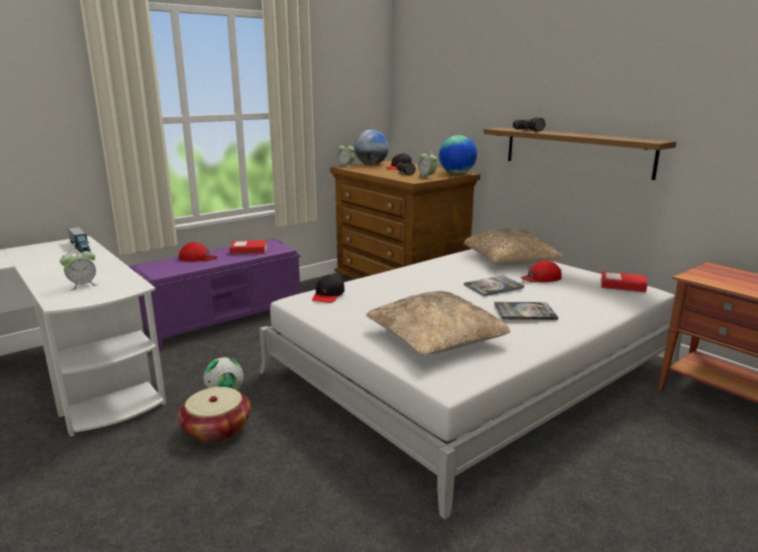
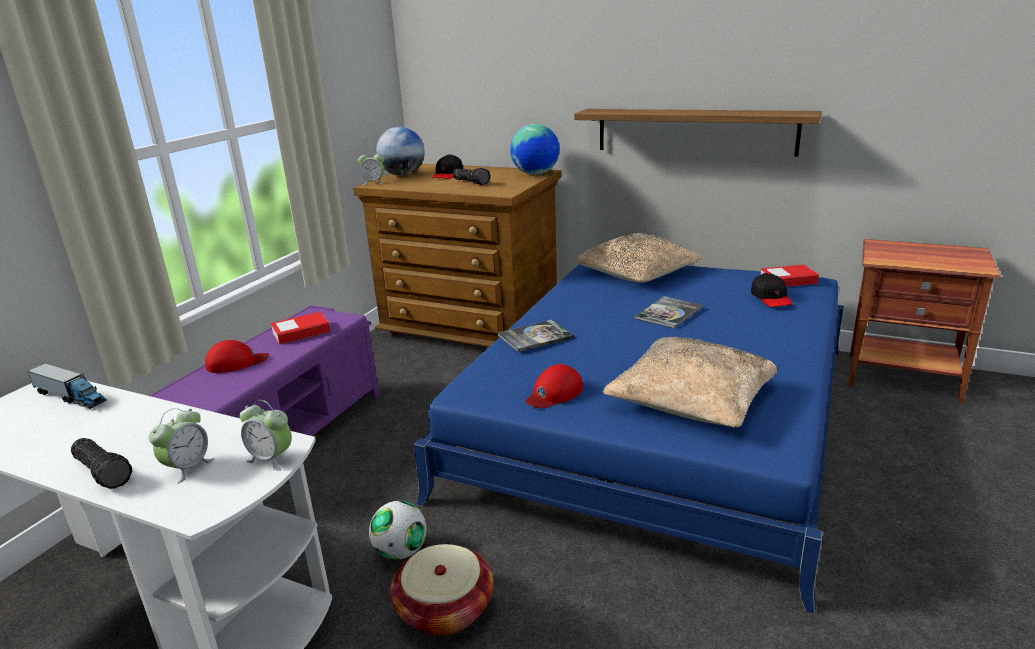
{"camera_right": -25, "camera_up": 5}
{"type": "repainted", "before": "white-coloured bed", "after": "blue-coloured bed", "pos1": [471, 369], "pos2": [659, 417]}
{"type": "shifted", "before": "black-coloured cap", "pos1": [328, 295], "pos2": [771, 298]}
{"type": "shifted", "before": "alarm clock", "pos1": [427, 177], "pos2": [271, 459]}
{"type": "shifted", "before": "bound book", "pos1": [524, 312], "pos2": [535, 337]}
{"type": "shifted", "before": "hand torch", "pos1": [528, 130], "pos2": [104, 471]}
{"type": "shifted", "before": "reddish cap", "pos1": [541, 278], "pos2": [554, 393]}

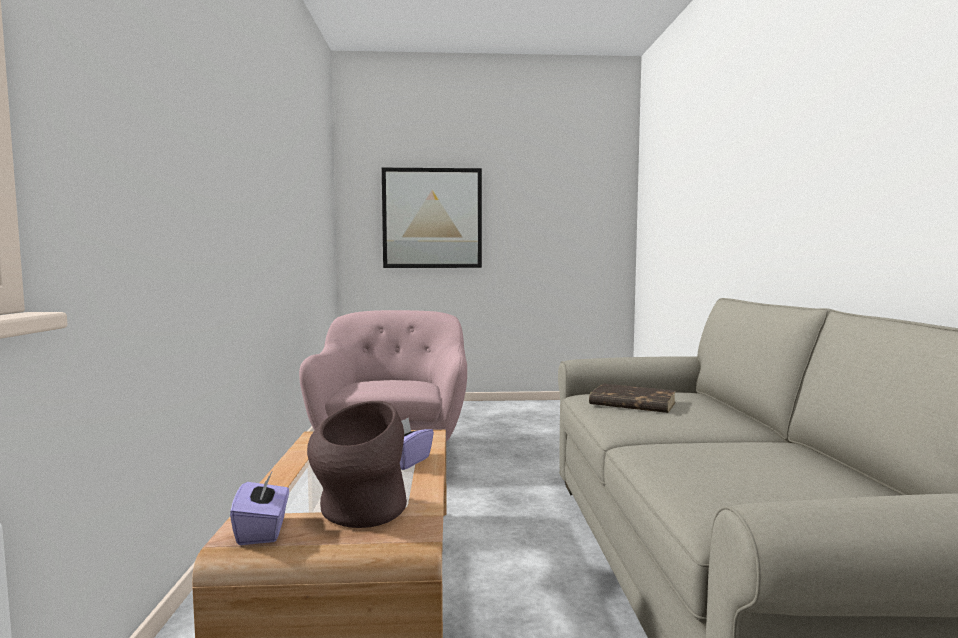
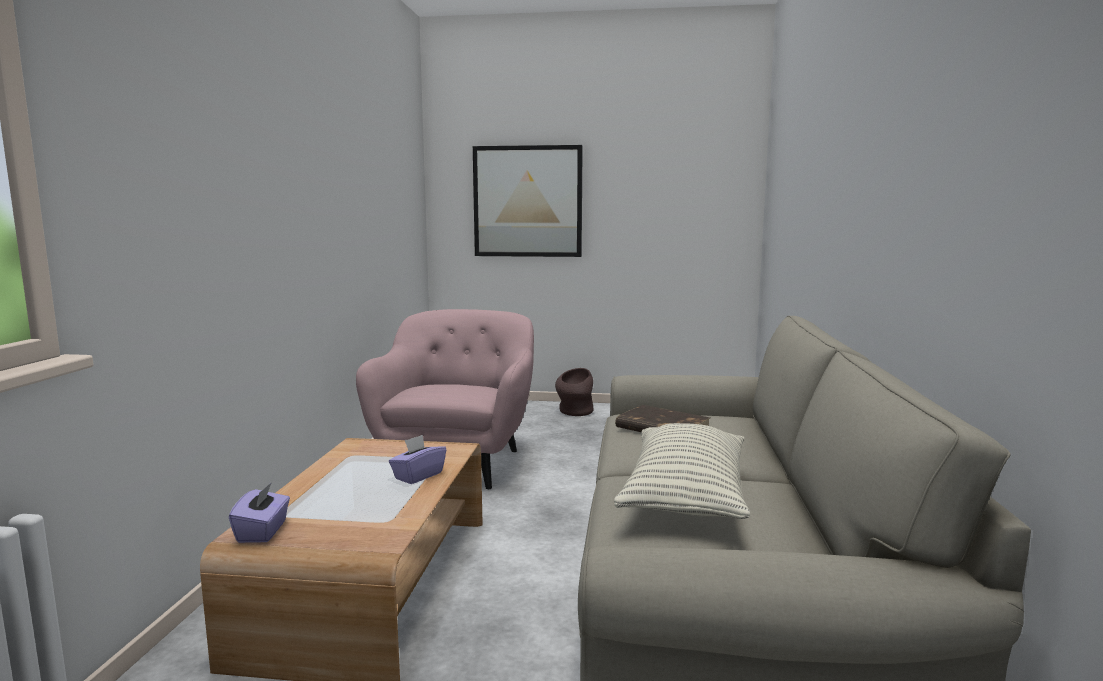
{"camera_right": 10, "camera_up": 5}
{"type": "shifted", "before": "brownish vase", "pos1": [359, 514], "pos2": [574, 412]}
{"type": "new", "after": "cushion", "pos2": [685, 496]}

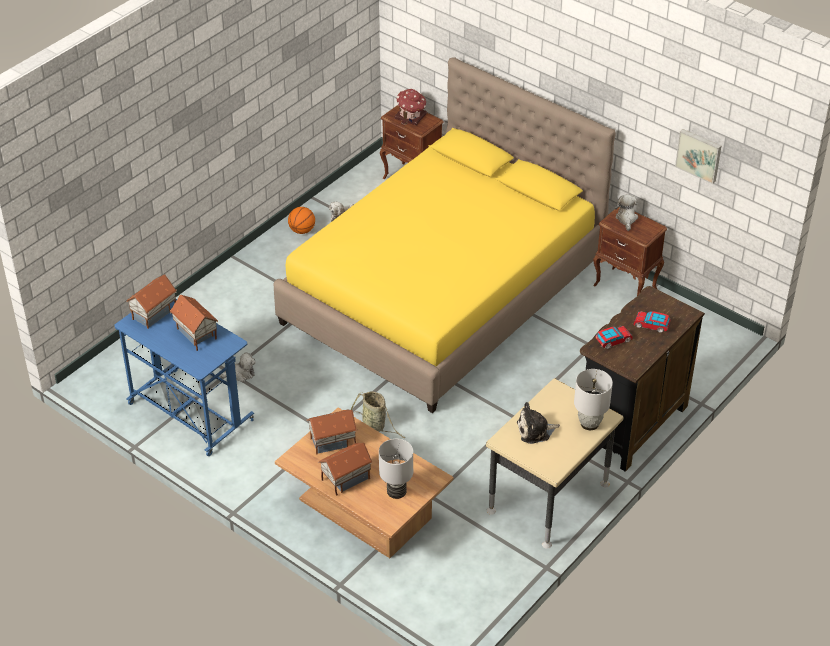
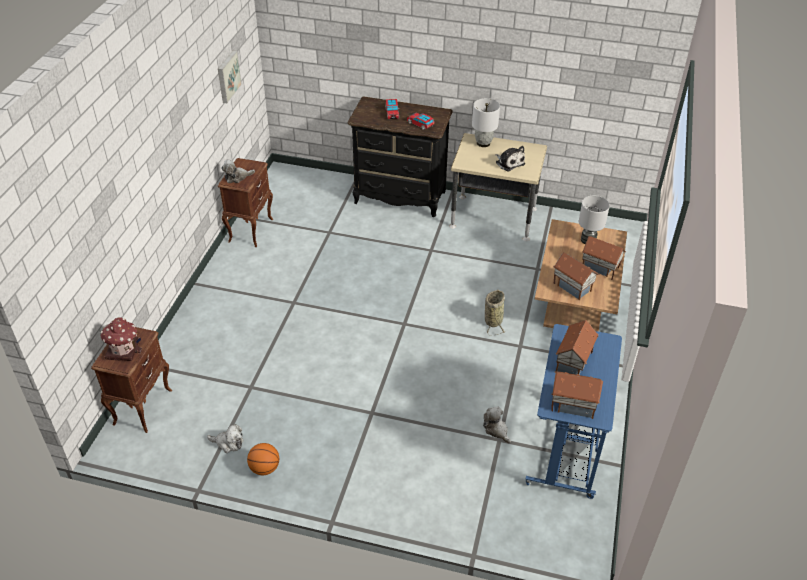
{"camera_right": -115, "camera_up": 0}
{"type": "gone", "before": "yellow bed", "pos1": [444, 292]}

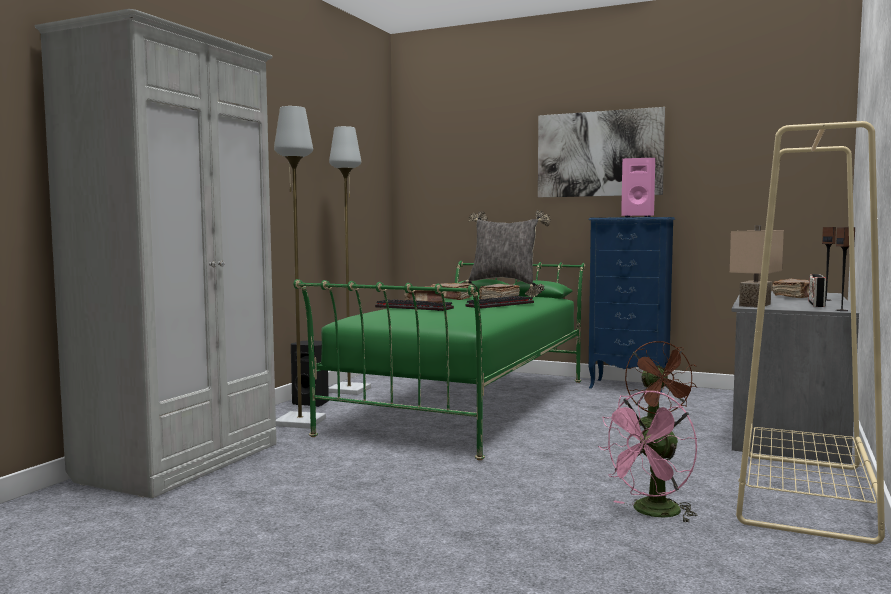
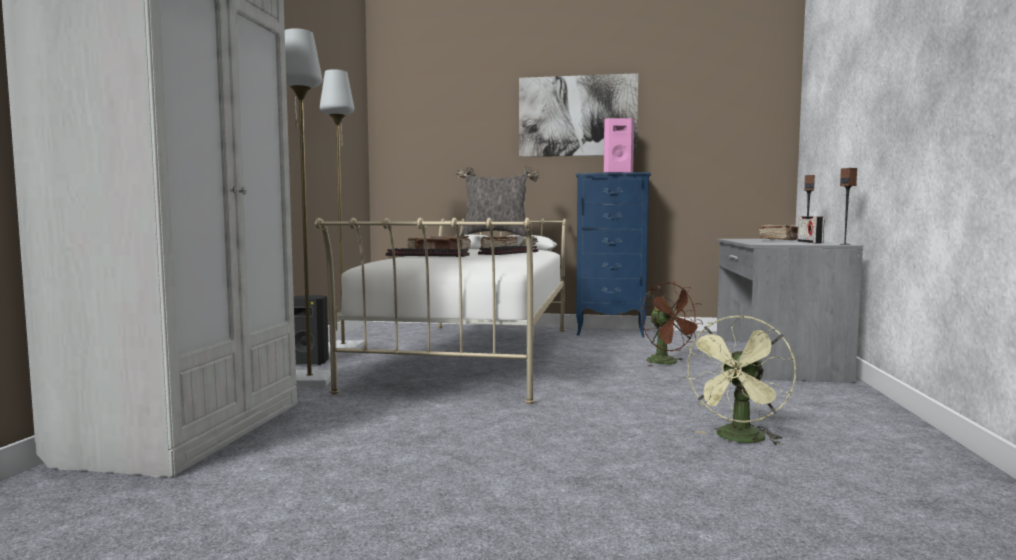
{"camera_right": -15, "camera_up": 0}
{"type": "repainted", "before": "green-coloured bed", "after": "white-coloured bed", "pos1": [464, 405], "pos2": [472, 355]}
{"type": "repainted", "before": "pink electric fan", "after": "green-coloured electric fan", "pos1": [651, 513], "pos2": [739, 439]}
{"type": "gone", "before": "sand-coloured lamp for a table", "pos1": [753, 305]}
{"type": "gone", "before": "sand-coloured garment rack", "pos1": [804, 494]}

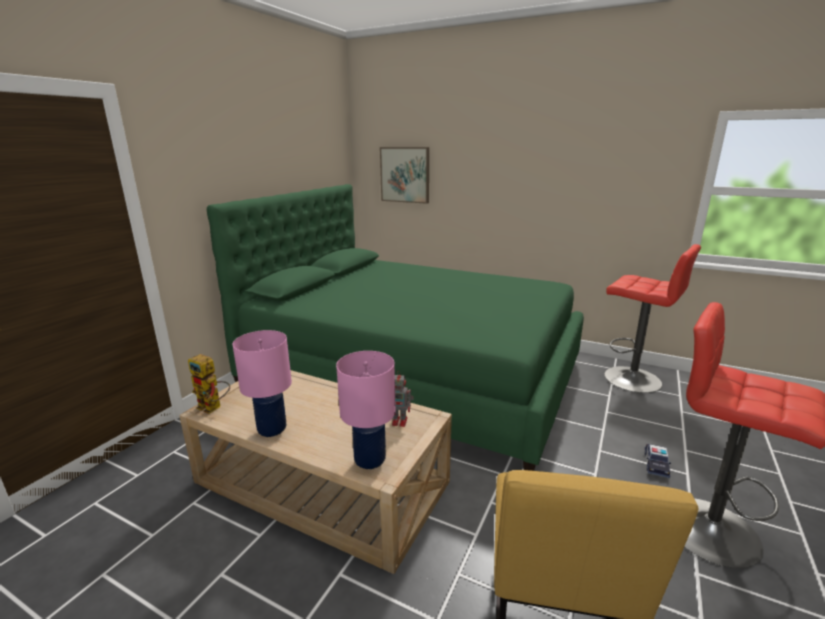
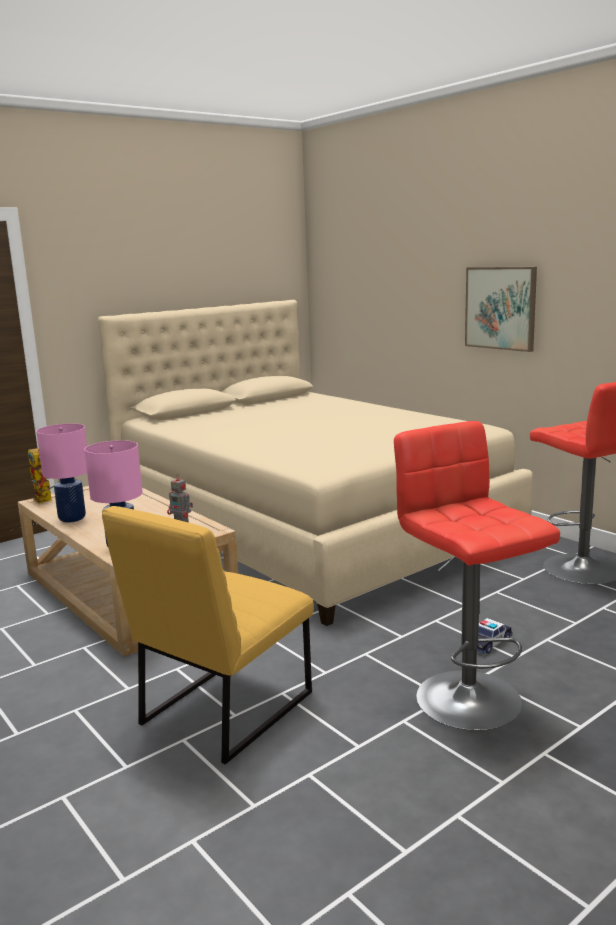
{"camera_right": 25, "camera_up": -5}
{"type": "repainted", "before": "green-coloured bed", "after": "sand-coloured bed", "pos1": [413, 373], "pos2": [307, 526]}
{"type": "shifted", "before": "wall art", "pos1": [405, 175], "pos2": [500, 308]}

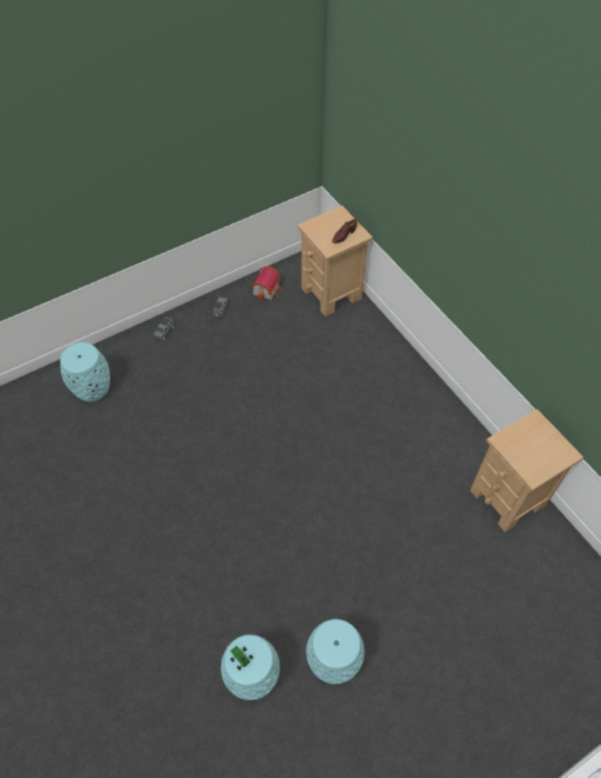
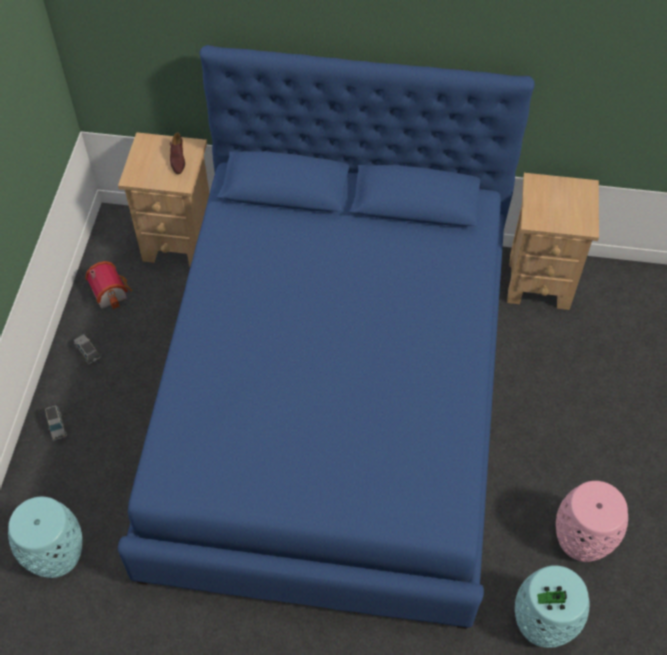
{"camera_right": -50, "camera_up": 0}
{"type": "repainted", "before": "blue-green sitting stool", "after": "pink sitting stool", "pos1": [333, 661], "pos2": [582, 538]}
{"type": "new", "after": "blue-coloured bed", "pos2": [334, 400]}

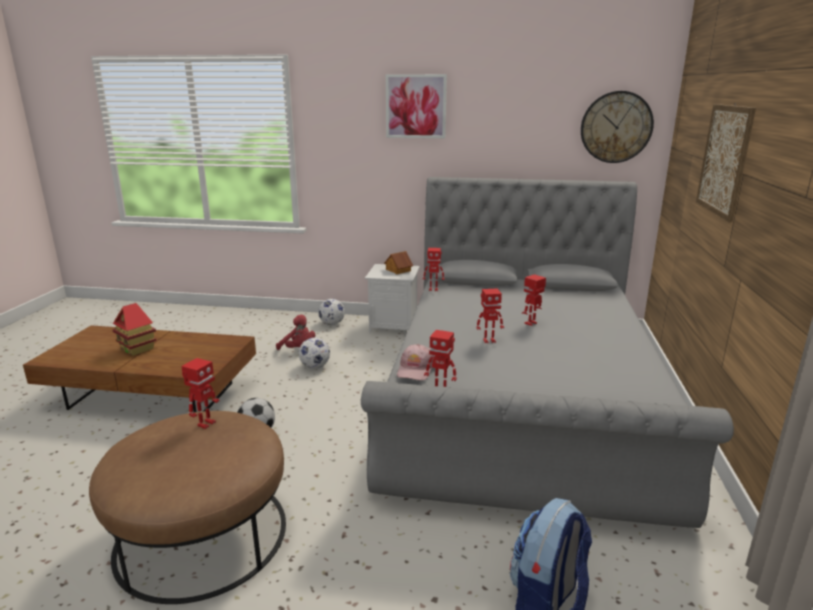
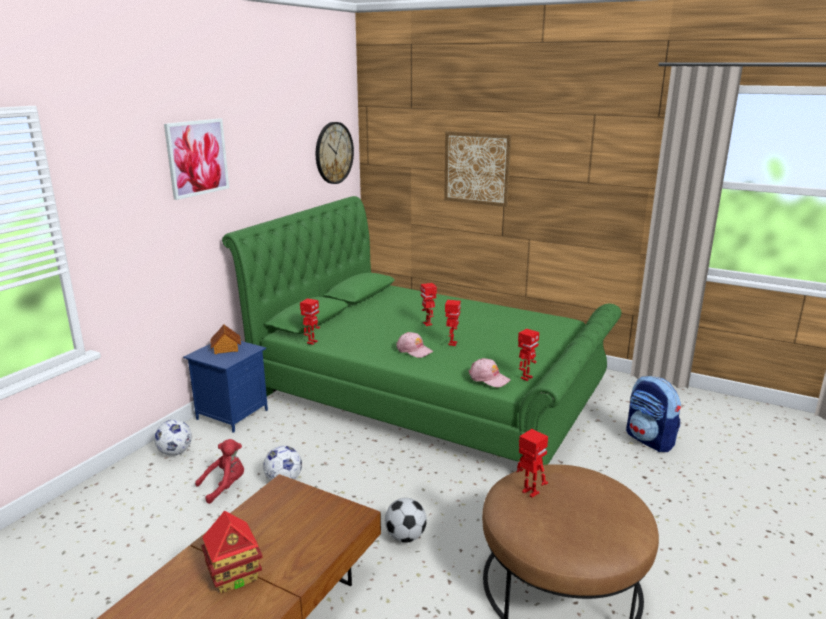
{"camera_right": -70, "camera_up": 0}
{"type": "repainted", "before": "grey bed", "after": "green-coloured bed", "pos1": [521, 397], "pos2": [428, 388]}
{"type": "repainted", "before": "grey night table", "after": "blue-coloured night table", "pos1": [395, 326], "pos2": [232, 413]}
{"type": "new", "after": "pink cap", "pos2": [414, 350]}

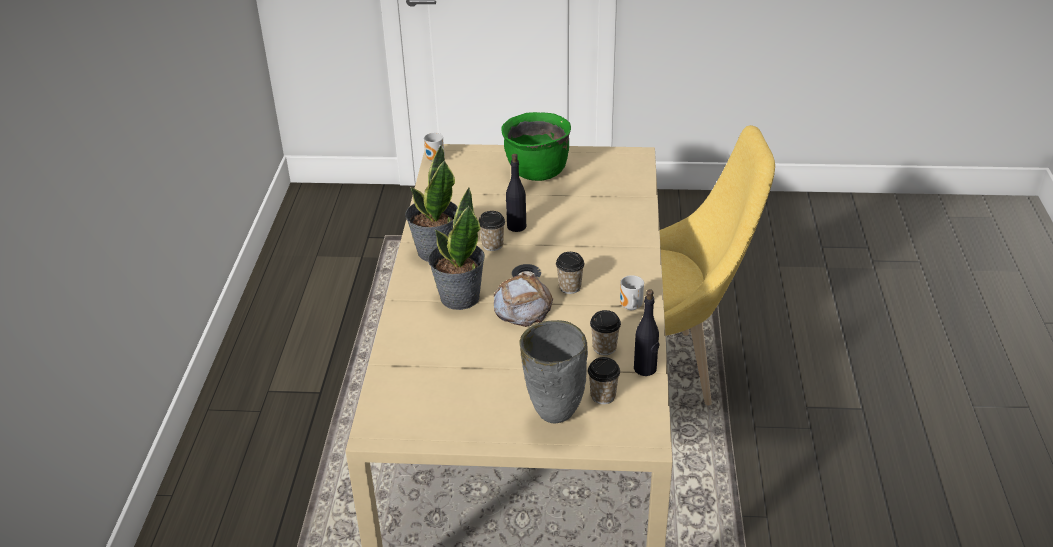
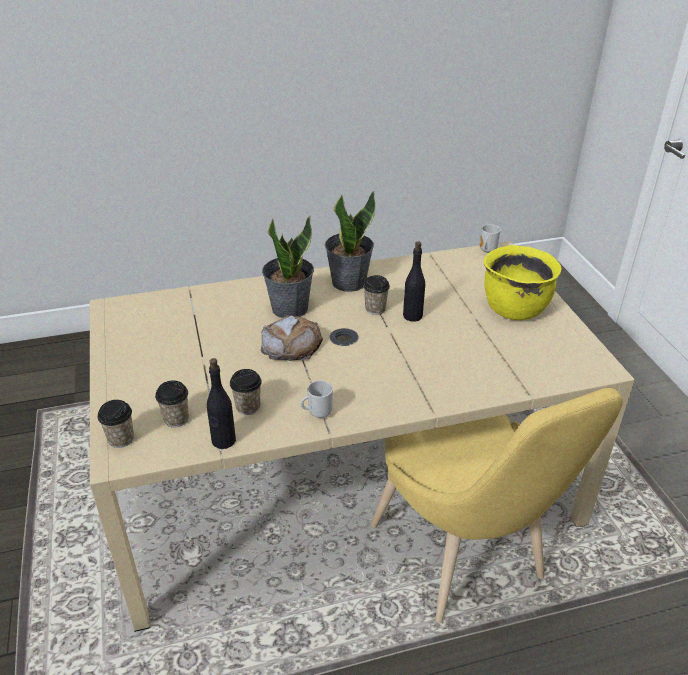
{"camera_right": 70, "camera_up": 0}
{"type": "repainted", "before": "green-coloured cooking pot", "after": "yellow cooking pot", "pos1": [536, 171], "pos2": [514, 308]}
{"type": "gone", "before": "grey vase", "pos1": [553, 416]}
{"type": "shifted", "before": "drinking cup", "pos1": [570, 287], "pos2": [121, 439]}

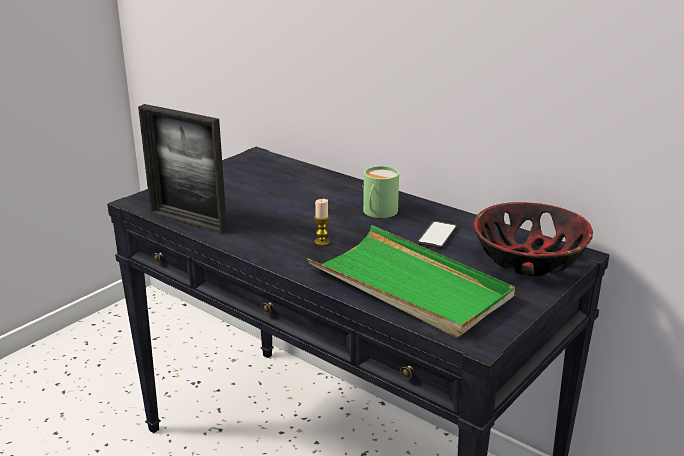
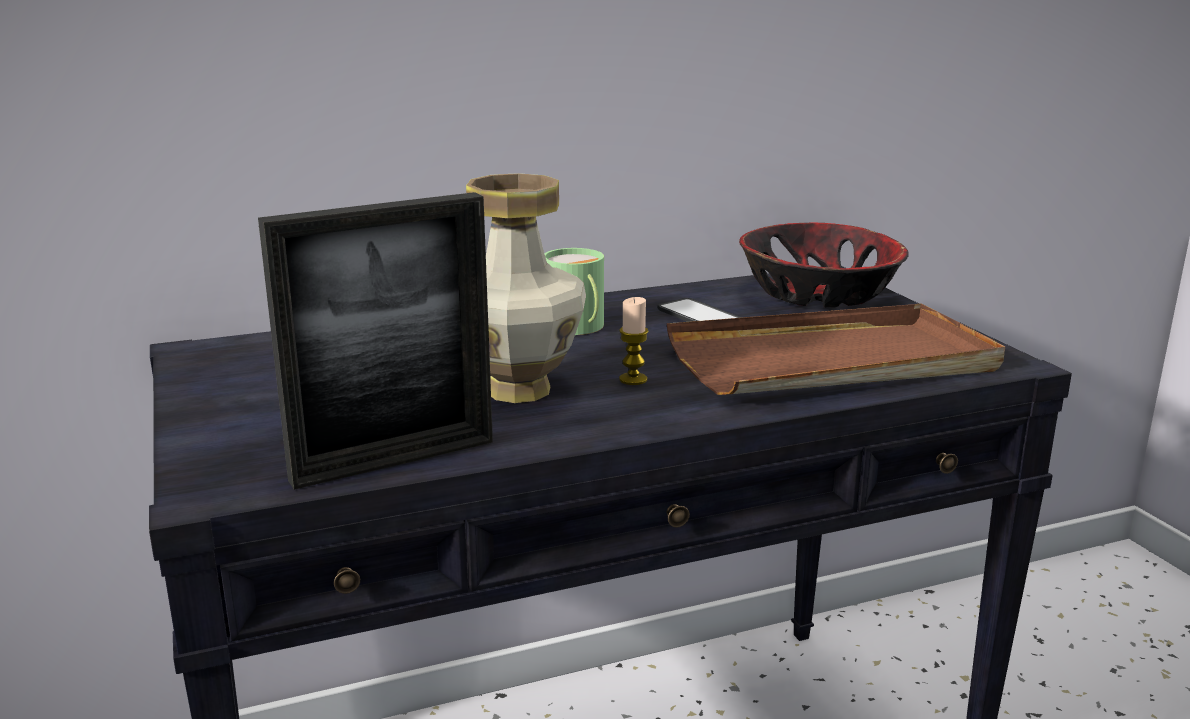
{"camera_right": -60, "camera_up": -5}
{"type": "repainted", "before": "green-coloured carrying tray", "after": "brownish carrying tray", "pos1": [409, 286], "pos2": [834, 362]}
{"type": "new", "after": "vase", "pos2": [519, 390]}

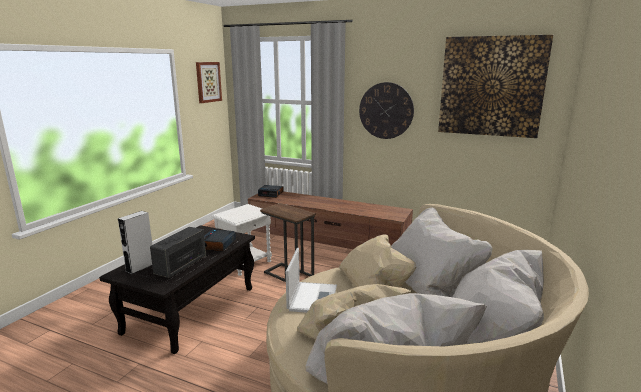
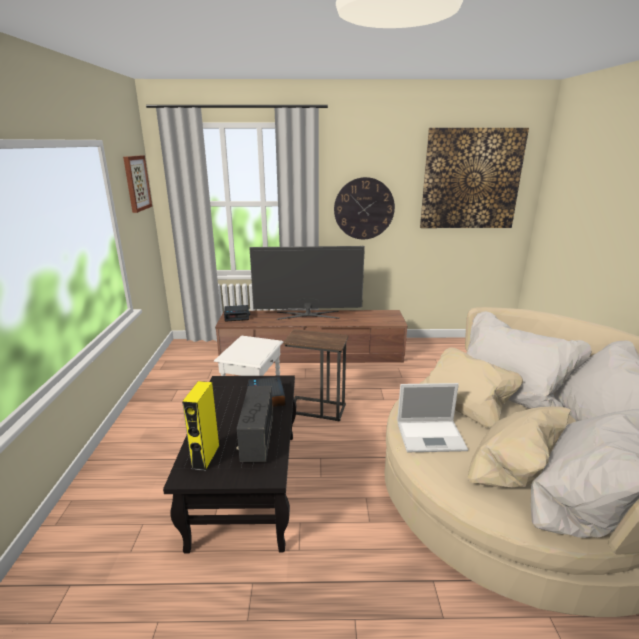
{"camera_right": -25, "camera_up": 5}
{"type": "repainted", "before": "grey loudspeaker", "after": "yellow loudspeaker", "pos1": [140, 267], "pos2": [206, 457]}
{"type": "rotated", "before": "portable computer", "pos1": [312, 297], "pos2": [432, 436], "turn": 105}
{"type": "new", "after": "TV", "pos2": [308, 315]}

